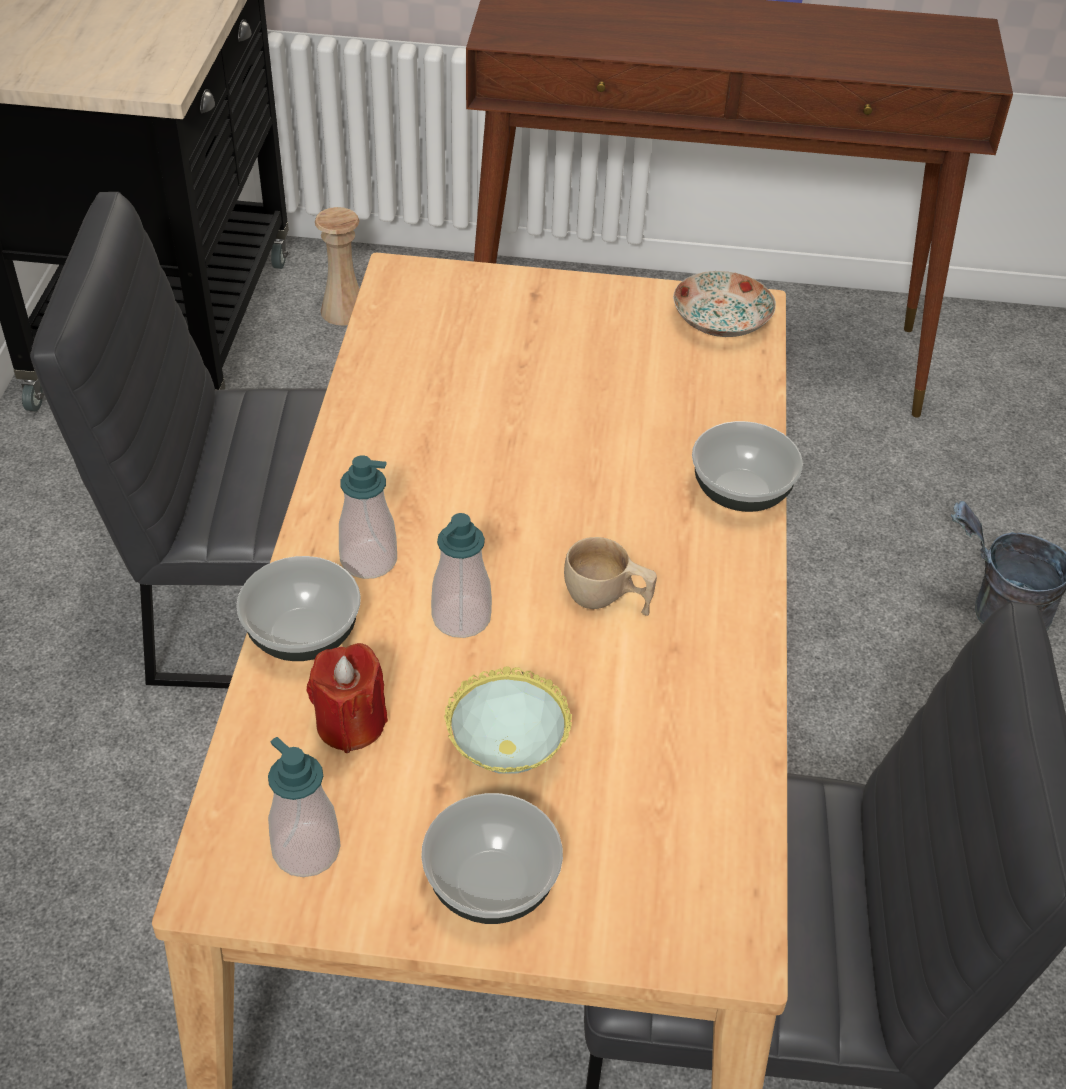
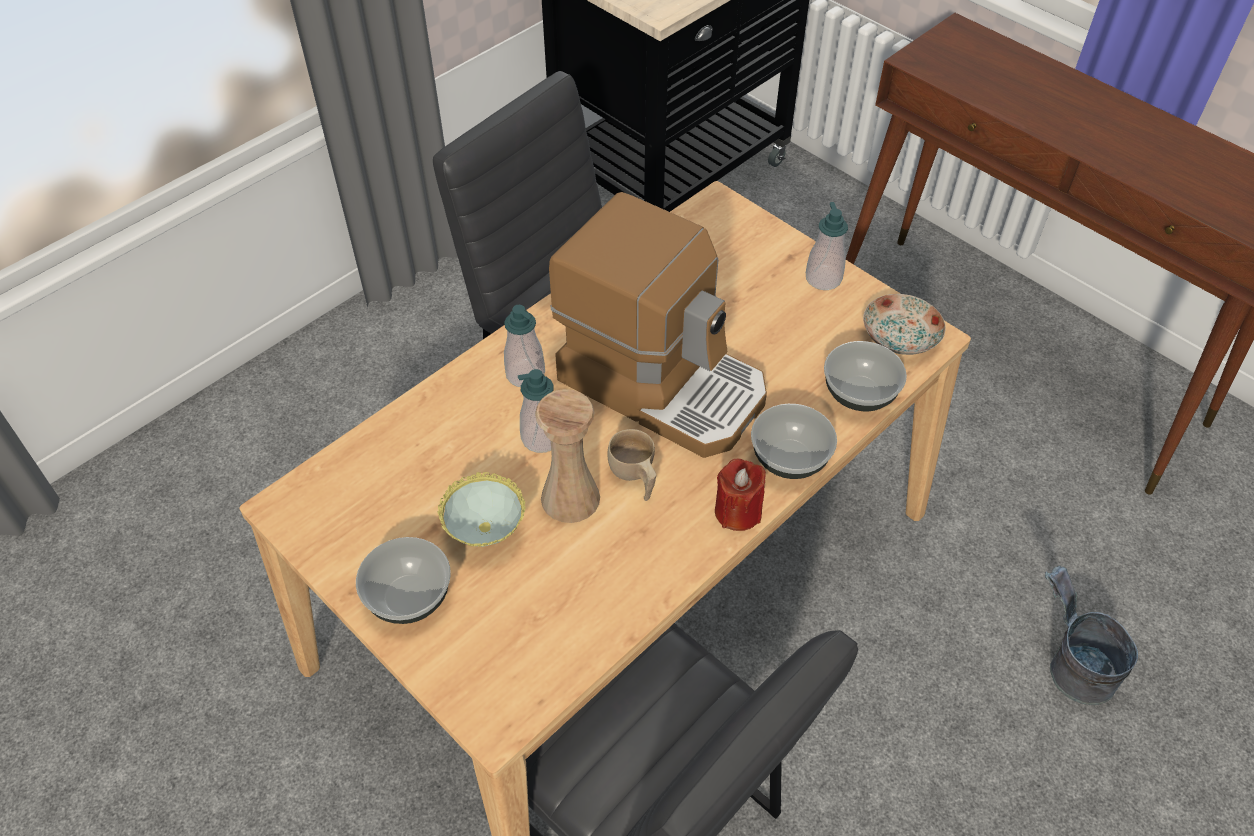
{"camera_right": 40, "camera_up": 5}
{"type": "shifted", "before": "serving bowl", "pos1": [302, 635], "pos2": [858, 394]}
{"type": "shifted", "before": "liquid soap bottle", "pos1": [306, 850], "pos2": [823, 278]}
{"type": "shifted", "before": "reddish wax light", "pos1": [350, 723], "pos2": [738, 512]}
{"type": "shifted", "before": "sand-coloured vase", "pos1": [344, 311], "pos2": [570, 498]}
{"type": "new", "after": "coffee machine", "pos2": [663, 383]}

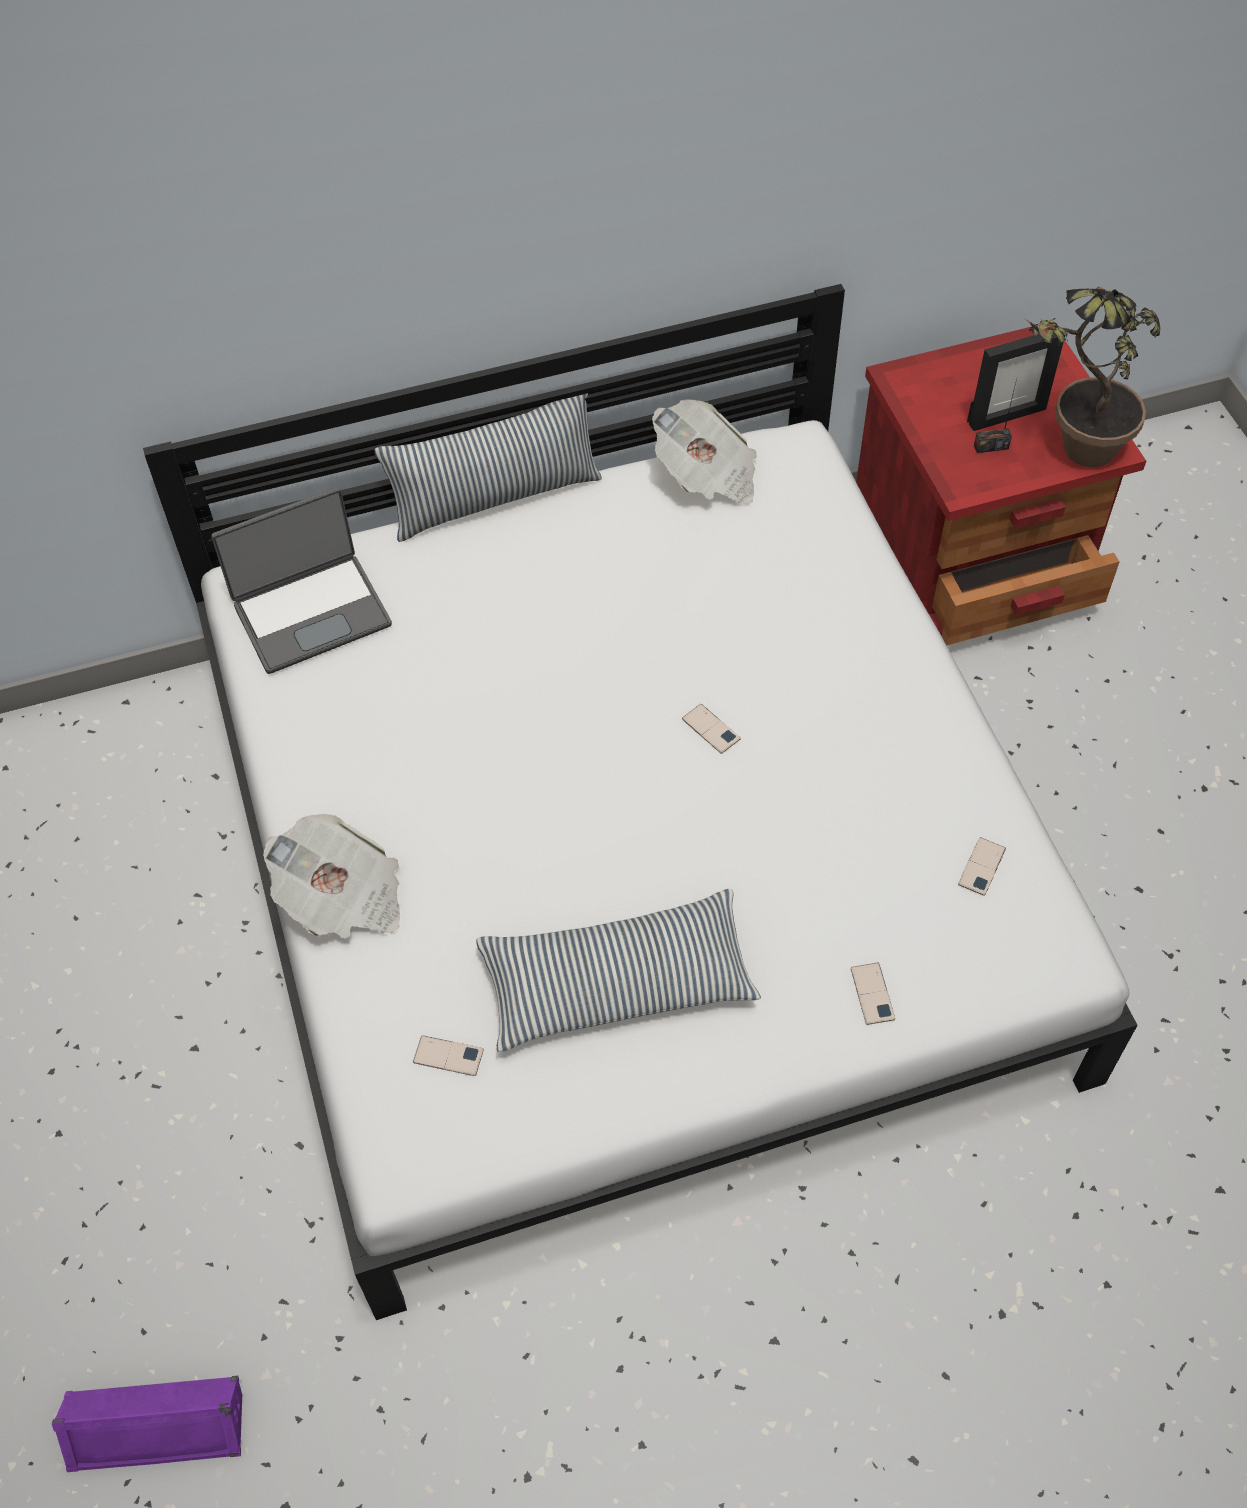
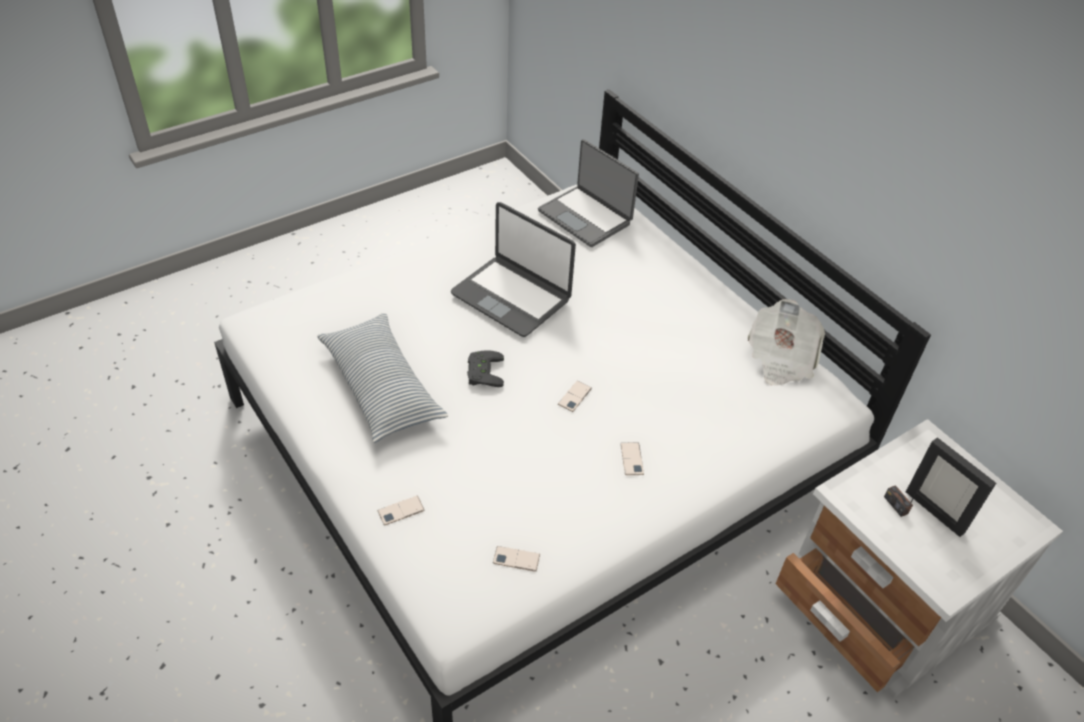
{"camera_right": 70, "camera_up": -10}
{"type": "gone", "before": "purplish loudspeaker", "pos1": [156, 1423]}
{"type": "gone", "before": "daily paper", "pos1": [343, 898]}
{"type": "gone", "before": "cushion", "pos1": [496, 499]}
{"type": "shifted", "before": "handset", "pos1": [448, 1056], "pos2": [632, 459]}
{"type": "repainted", "before": "reddish night table", "after": "white-coloured night table", "pos1": [979, 558], "pos2": [881, 604]}
{"type": "gone", "before": "houseplant", "pos1": [1071, 454]}
{"type": "new", "after": "portable computer", "pos2": [511, 296]}
{"type": "new", "after": "black-coloured joypad", "pos2": [482, 372]}

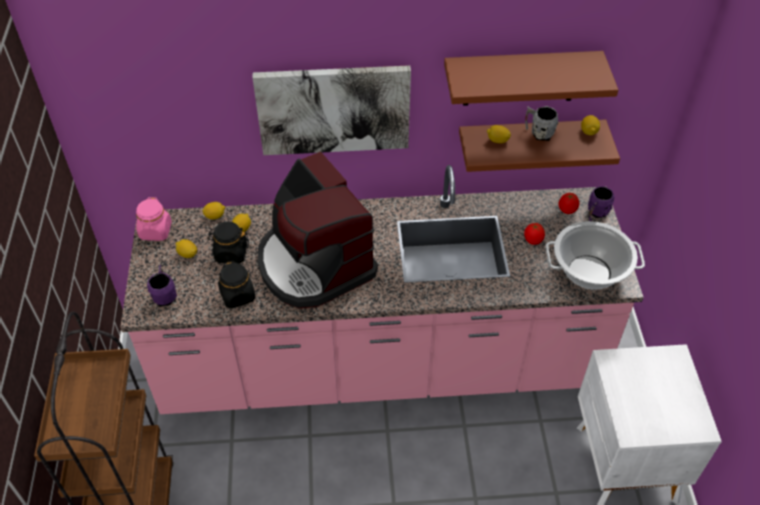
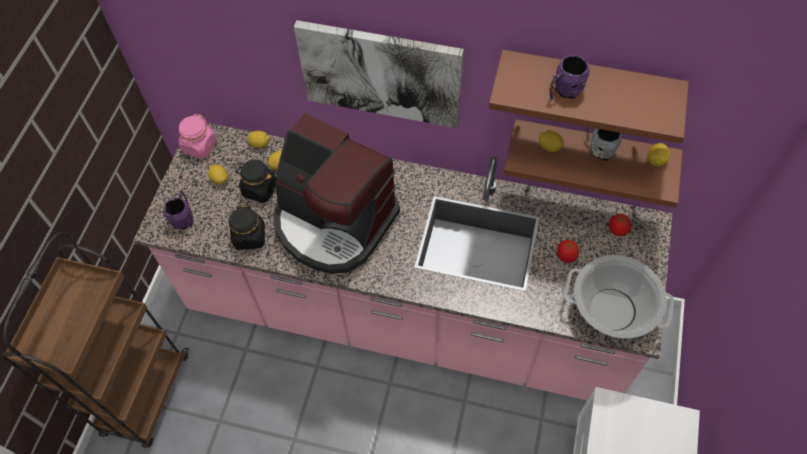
{"camera_right": 20, "camera_up": 10}
{"type": "rotated", "before": "coffee machine", "pos1": [314, 264], "pos2": [334, 222], "turn": -45}
{"type": "shifted", "before": "purplish tea mug", "pos1": [596, 213], "pos2": [564, 91]}

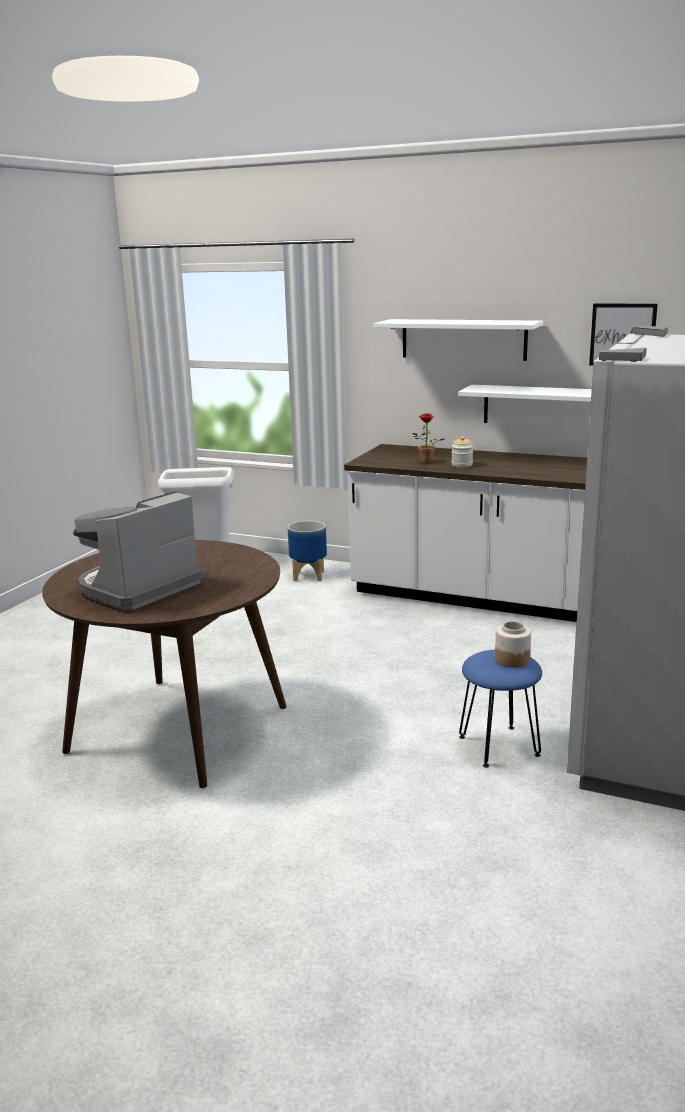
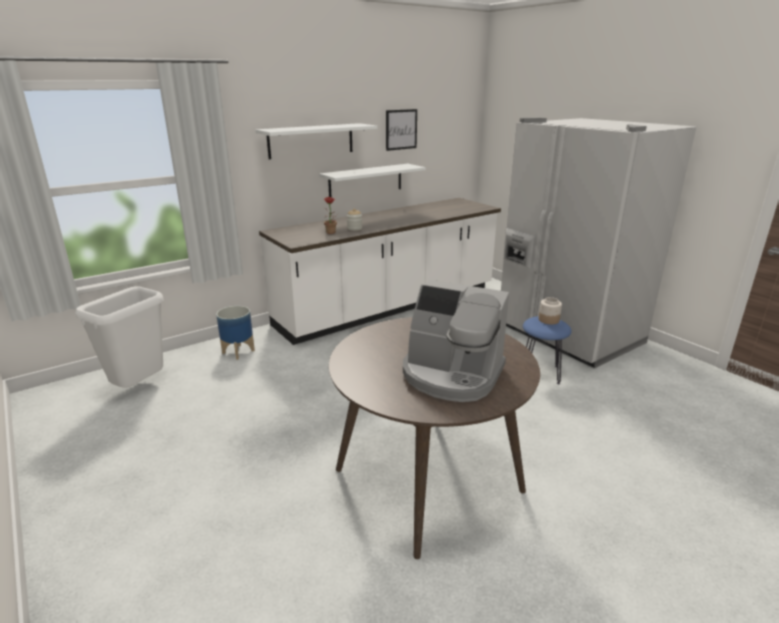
{"camera_right": -60, "camera_up": 5}
{"type": "rotated", "before": "coffee machine", "pos1": [138, 588], "pos2": [451, 375], "turn": -45}

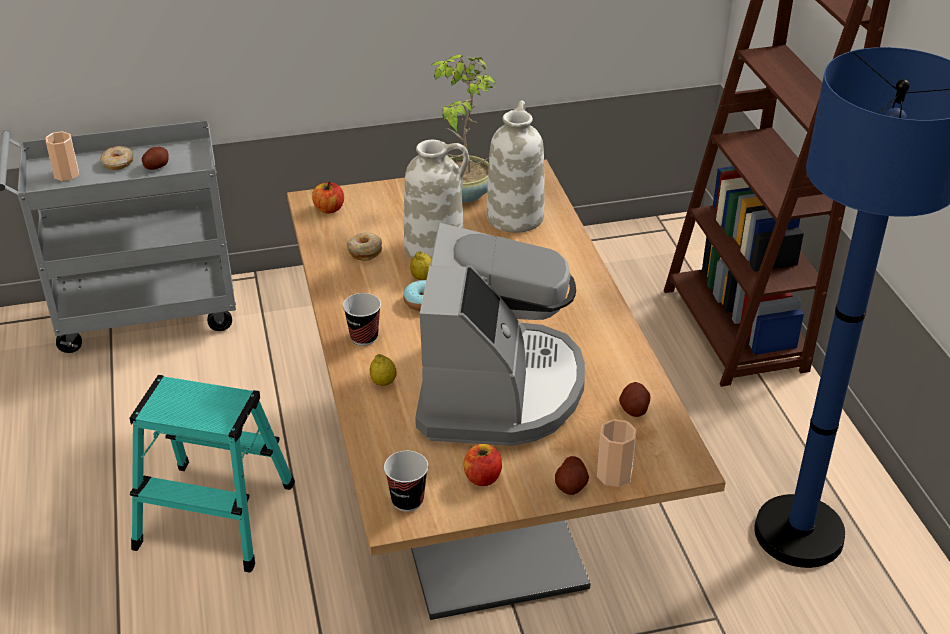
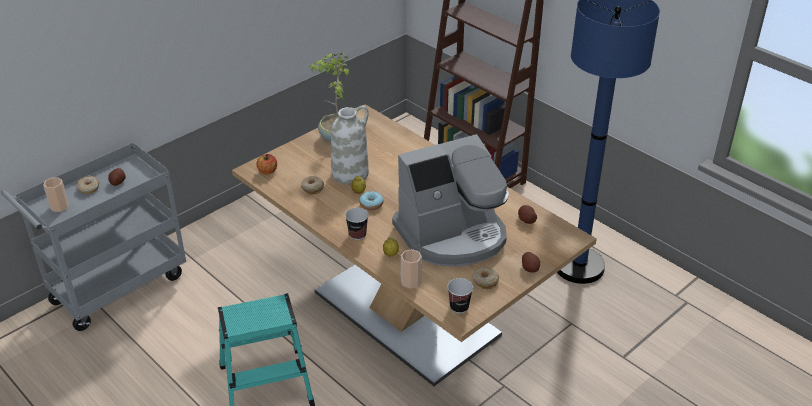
{"camera_right": -30, "camera_up": 0}
{"type": "rotated", "before": "coffee machine", "pos1": [498, 389], "pos2": [452, 235], "turn": 90}
{"type": "swapped", "before": "apple fruit", "after": "donut", "pos1": [482, 477], "pos2": [485, 281]}
{"type": "gone", "before": "white-coloured vase", "pos1": [514, 216]}
{"type": "shifted", "before": "drinking cup", "pos1": [614, 474], "pos2": [411, 281]}

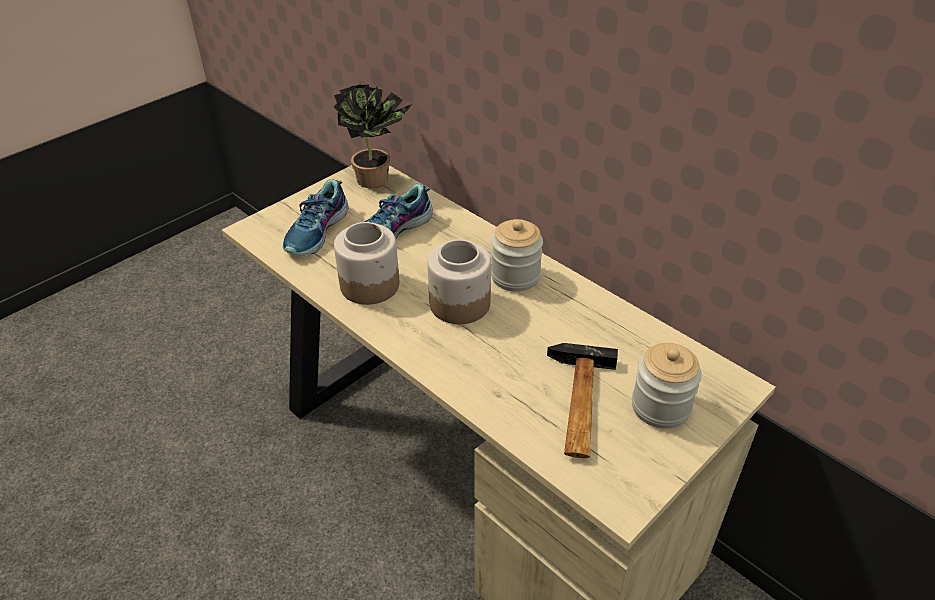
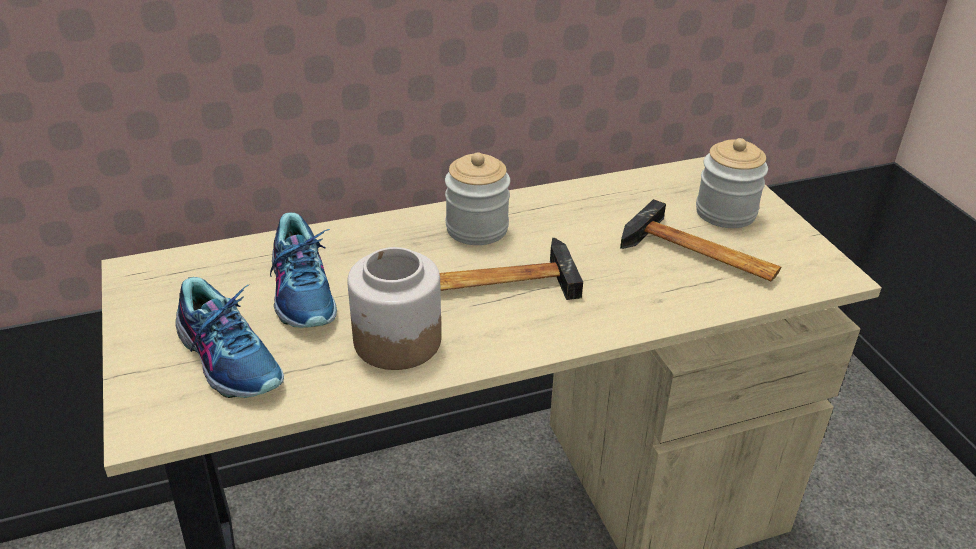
{"camera_right": -65, "camera_up": -5}
{"type": "gone", "before": "houseplant", "pos1": [377, 179]}
{"type": "swapped", "before": "jar", "after": "hammer", "pos1": [459, 304], "pos2": [494, 281]}

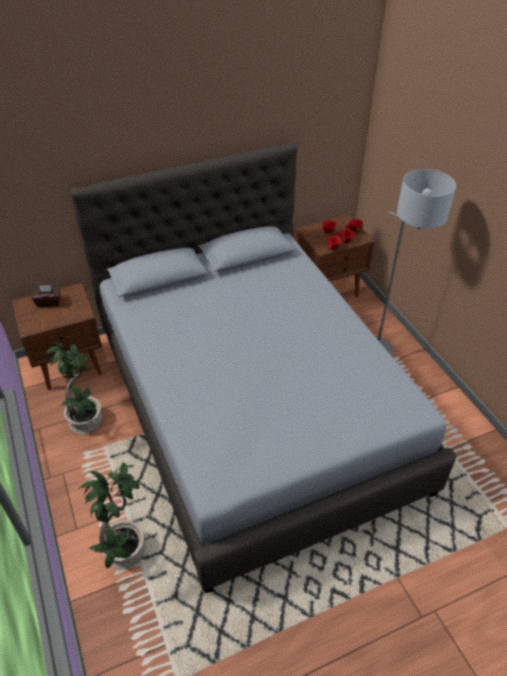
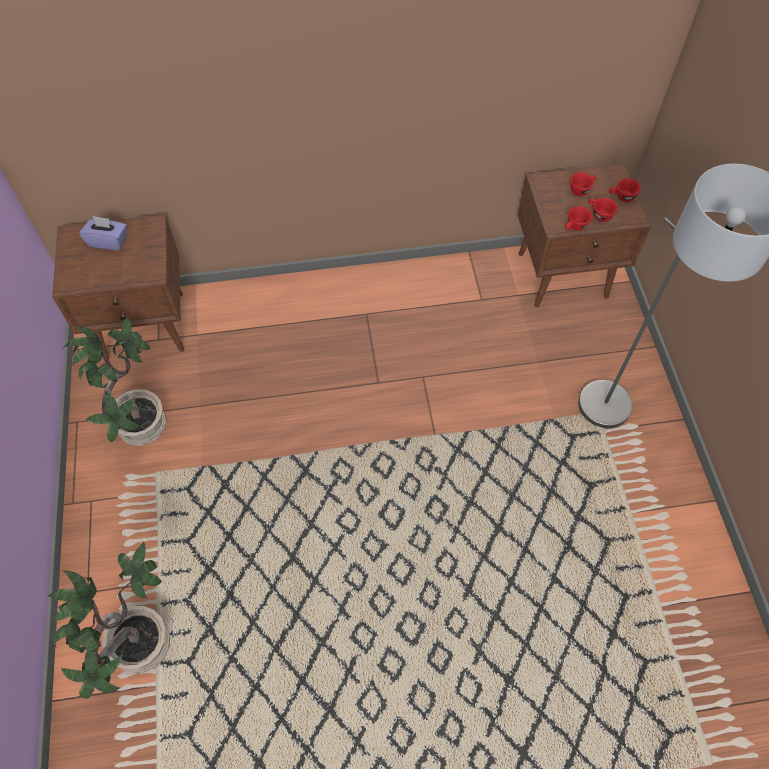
{"camera_right": 15, "camera_up": 15}
{"type": "repainted", "before": "brownish tissue box", "after": "purplish tissue box", "pos1": [49, 302], "pos2": [108, 241]}
{"type": "gone", "before": "grey bed", "pos1": [253, 406]}

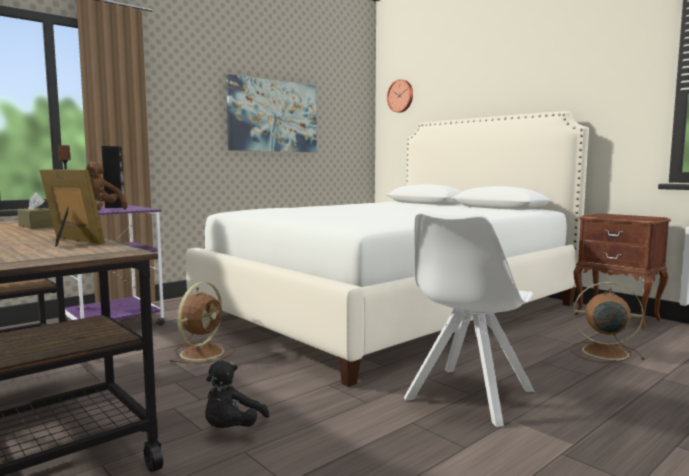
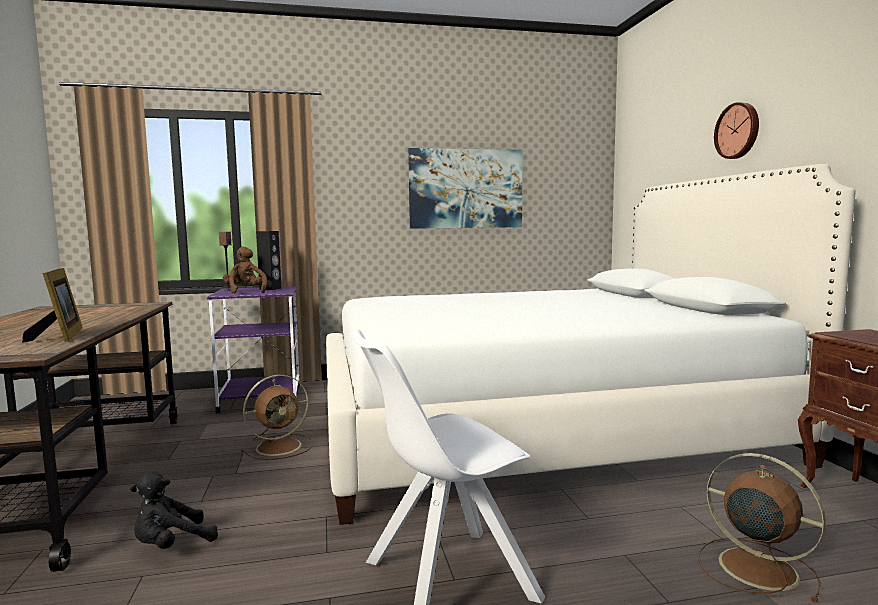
{"camera_right": 30, "camera_up": 0}
{"type": "gone", "before": "brownish tissue box", "pos1": [36, 226]}
{"type": "shifted", "before": "hanging clock", "pos1": [401, 96], "pos2": [738, 131]}

